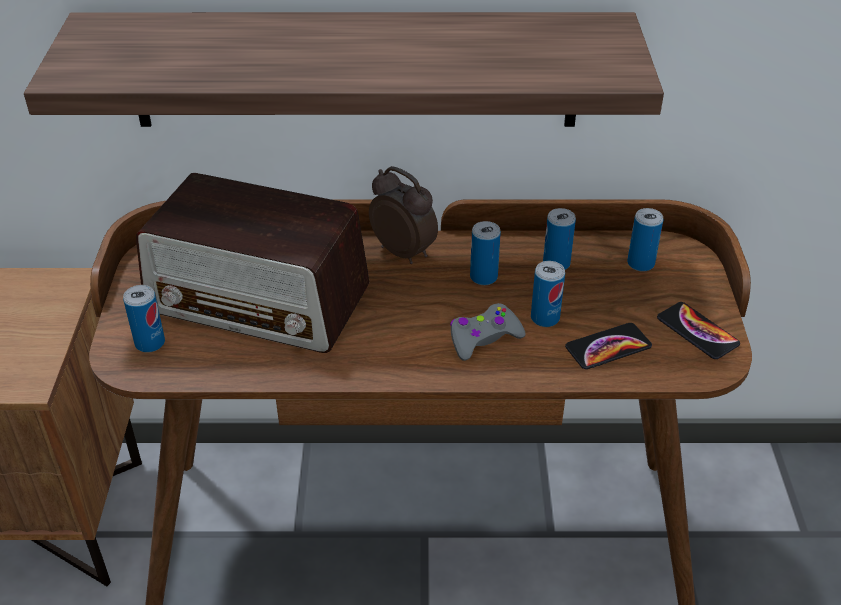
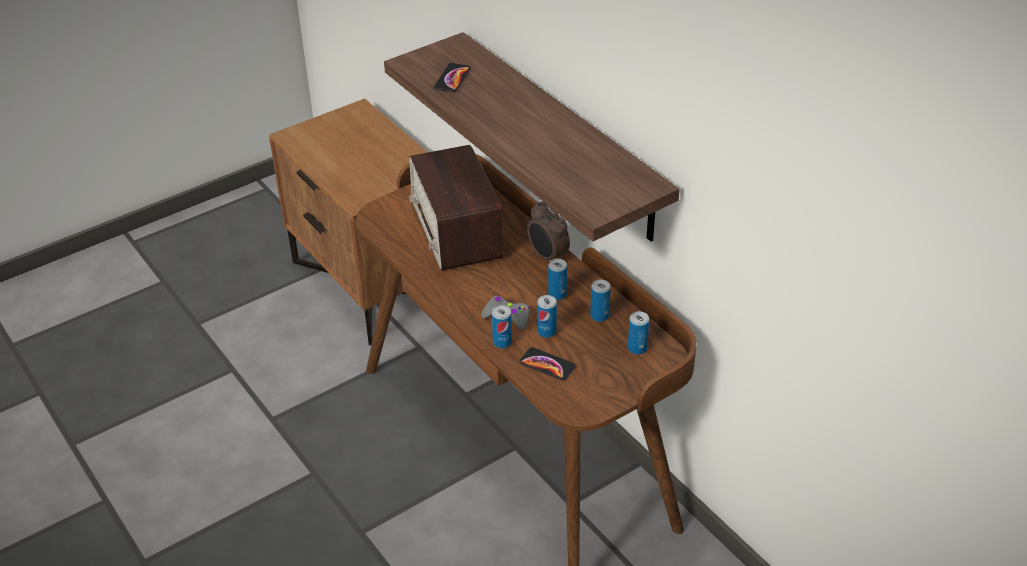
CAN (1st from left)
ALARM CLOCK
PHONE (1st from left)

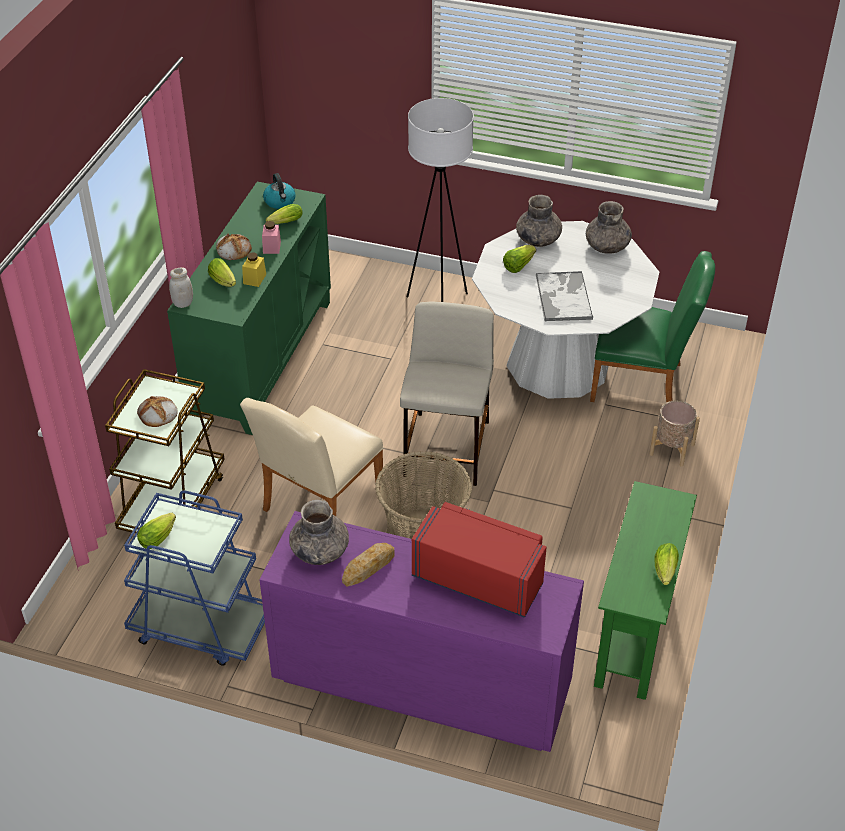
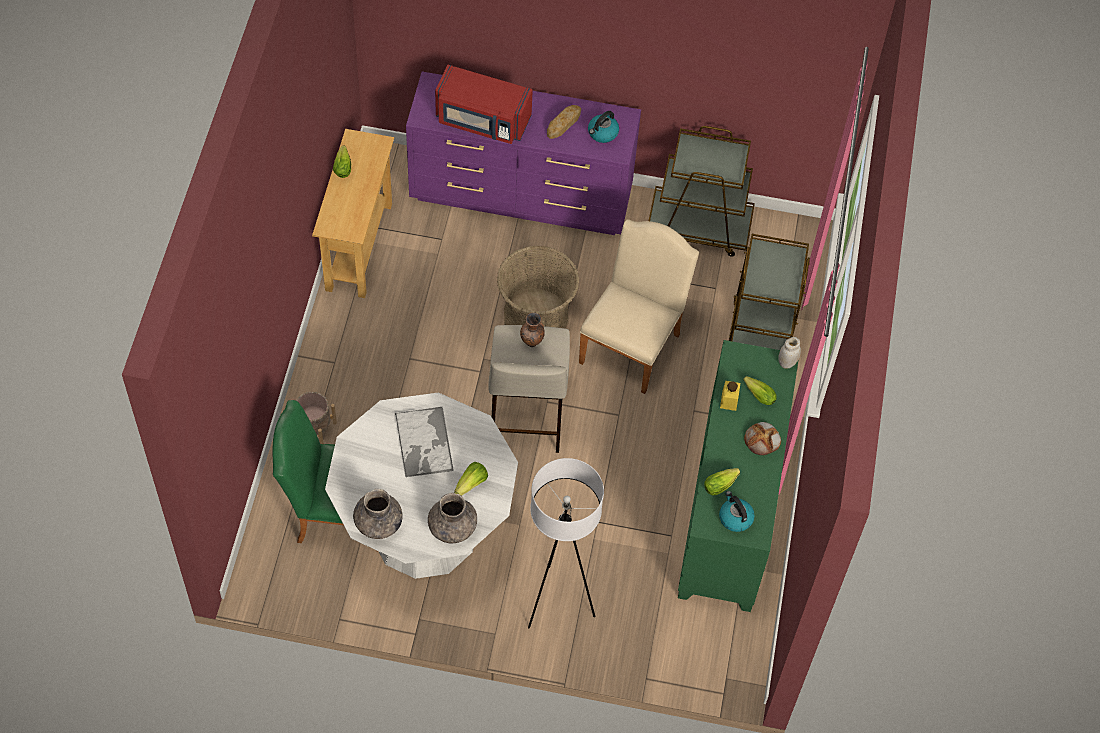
BROWN CART (1st from left)
BREAD (1st from left in the first image)
LETTUCE (1st from left in the first image)
PINK JAR
KETTLE (1st from left)
BEIGE CONSOLE TABLE
BROWN VASE

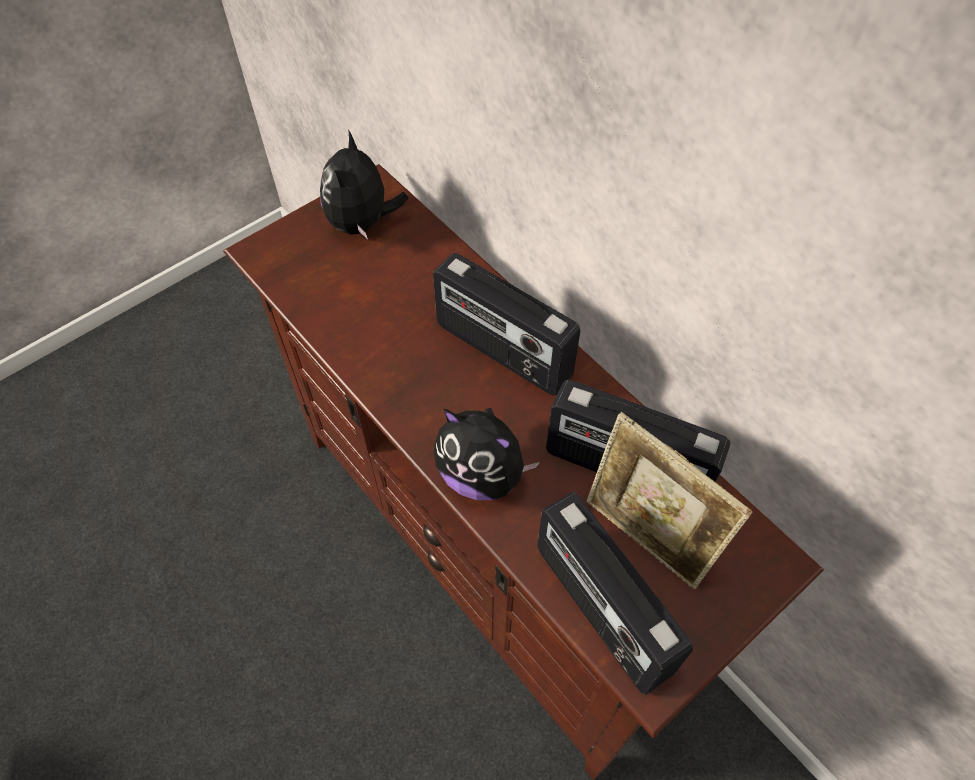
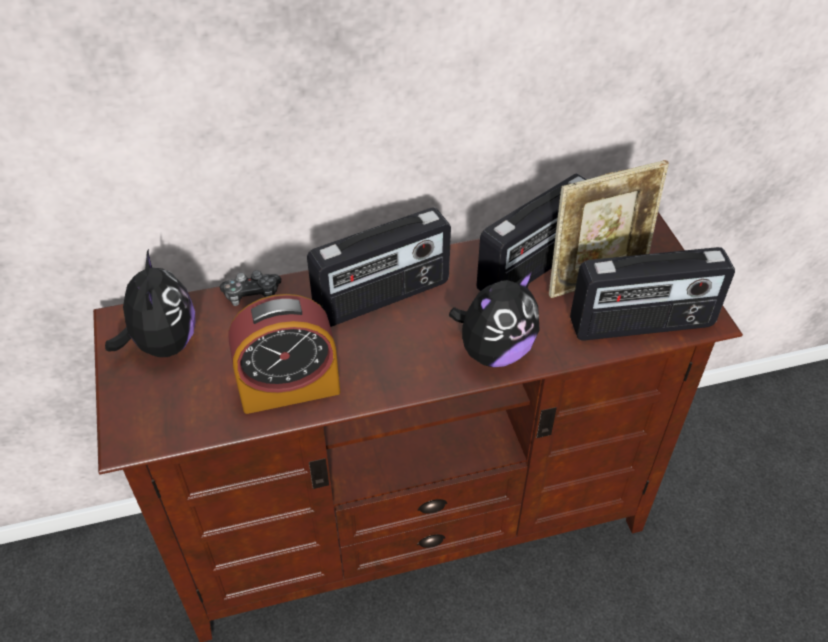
PLUSH TOY (1st from left)
GAME CONTROLLER
ALARM CLOCK

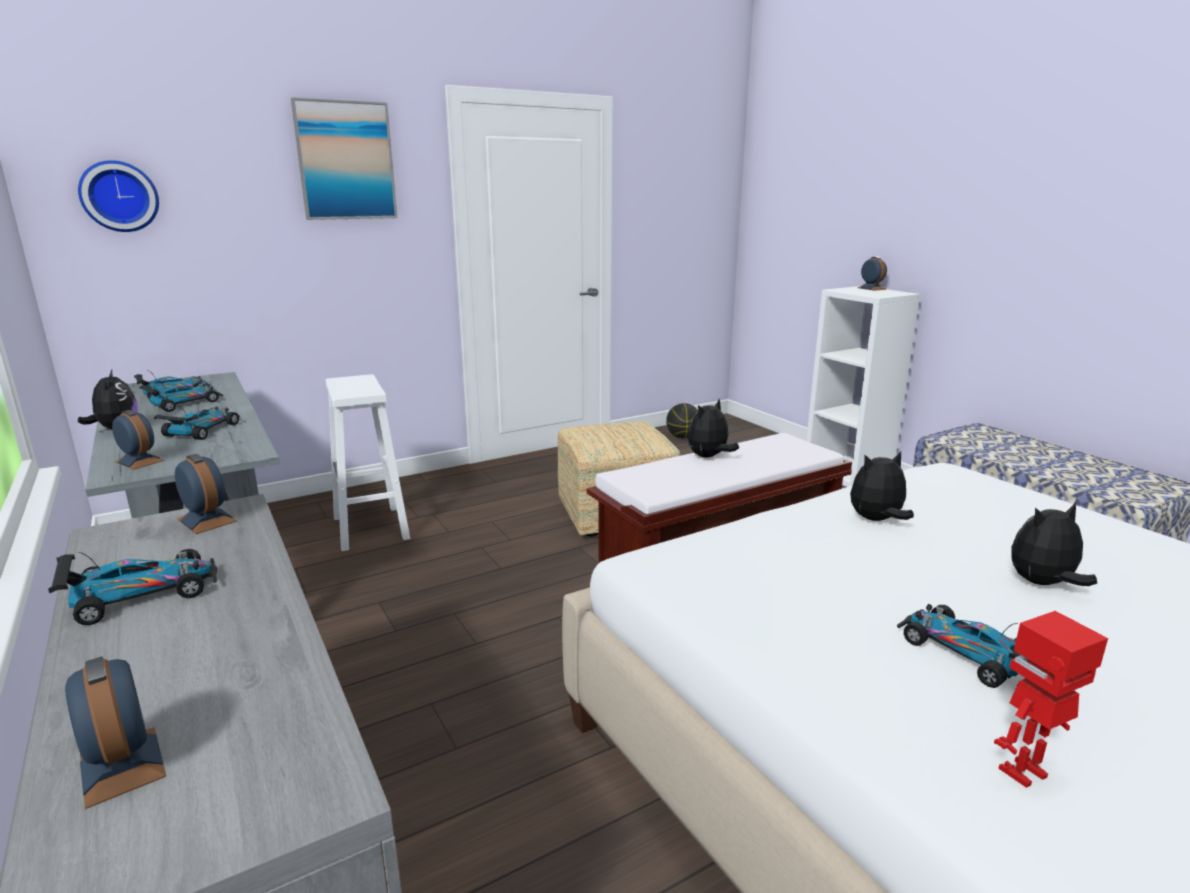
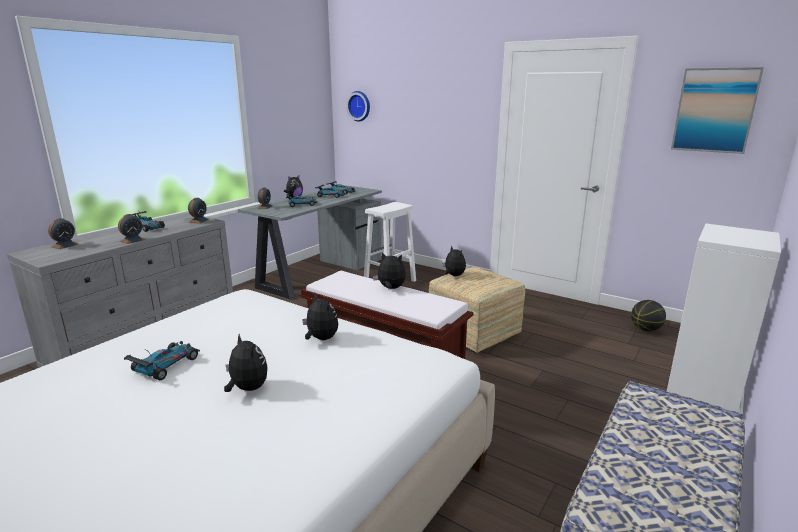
PICTURE
ALARM CLOCK (2nd from left)
TOY ROBOT
PLUSH TOY (5th from left)

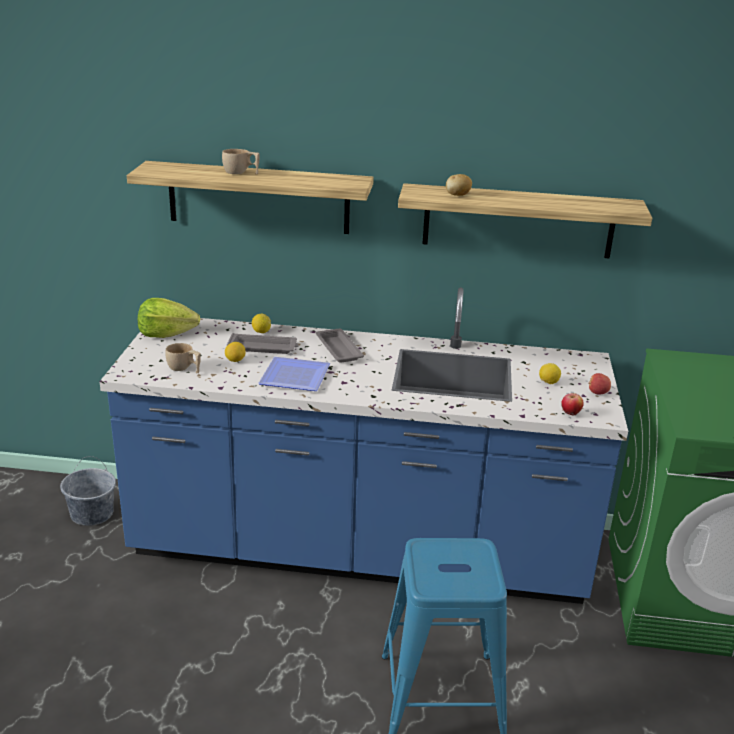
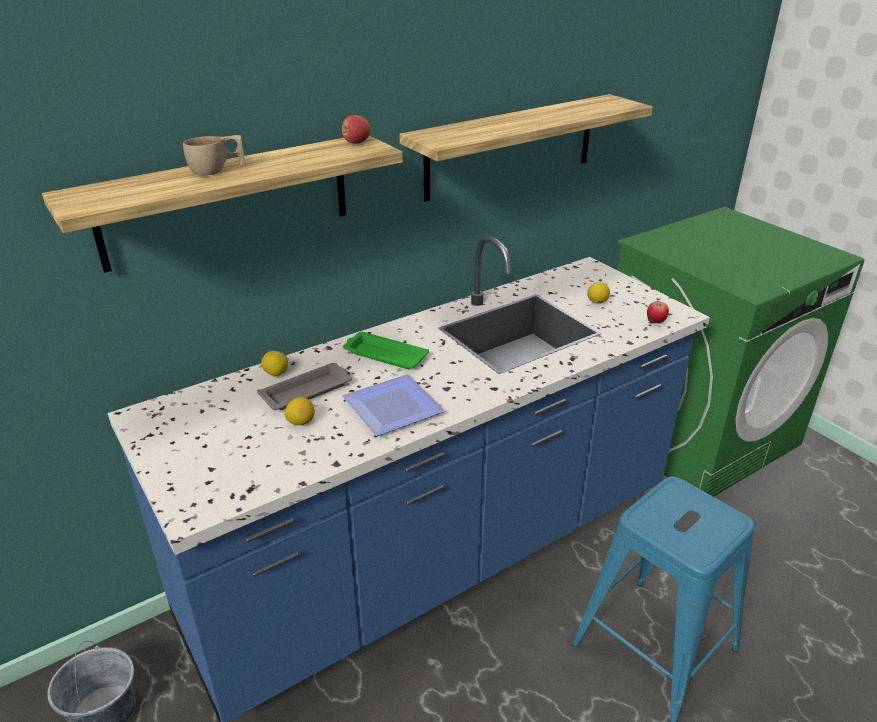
LETTUCE
BEIGE CUP (1st from left in the first image)
GREEN TRAY
POTATO
APPLE (1st from left)

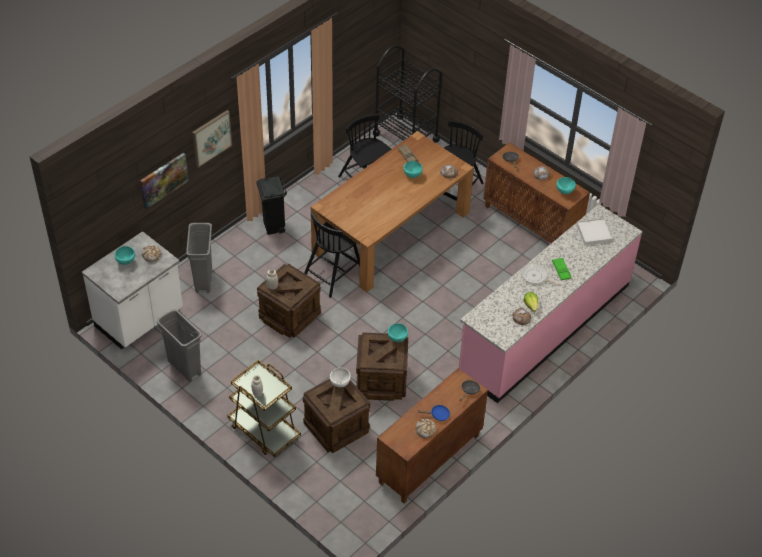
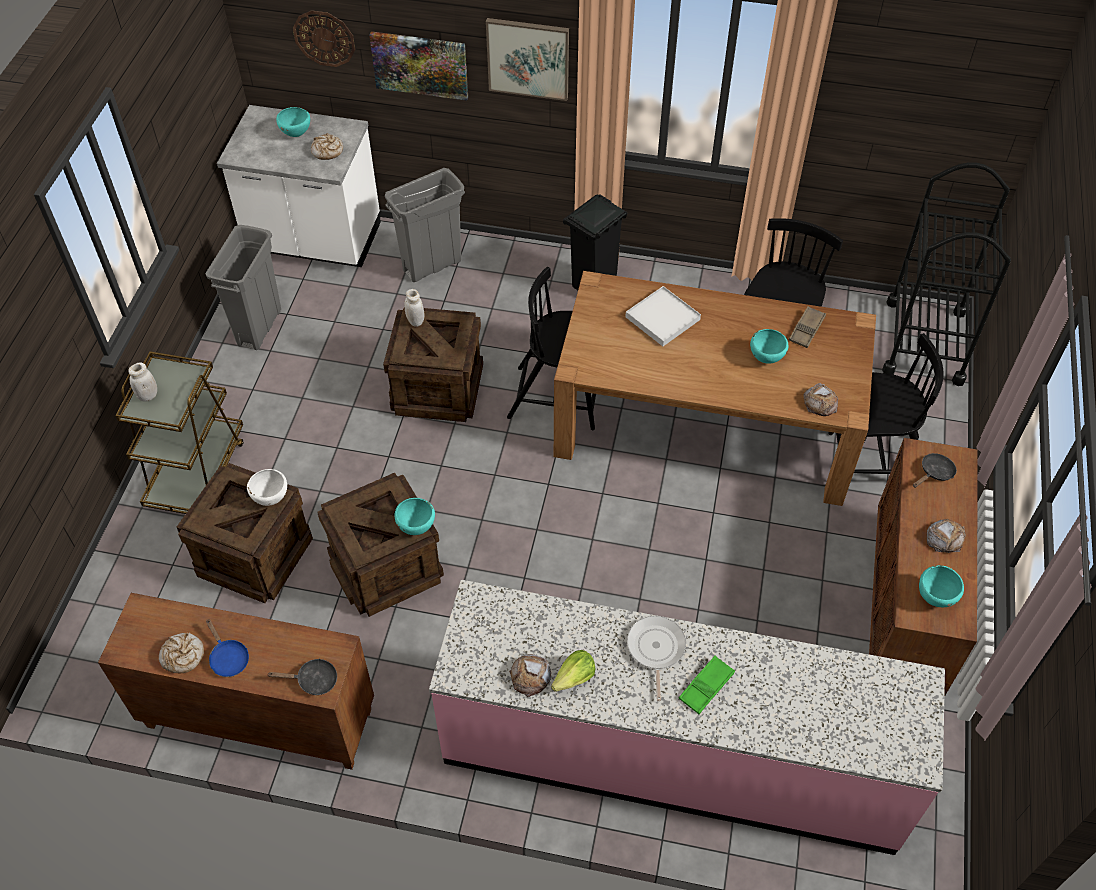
WHITE TRAY
WALL CLOCK

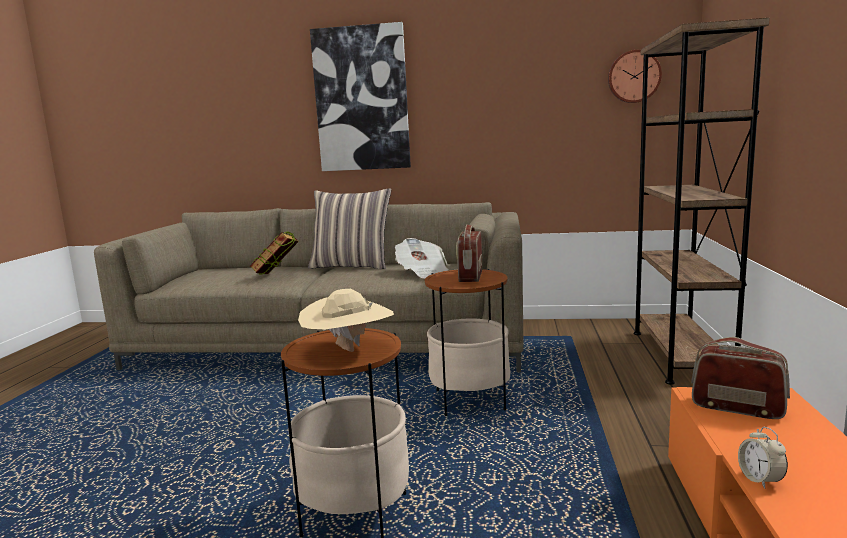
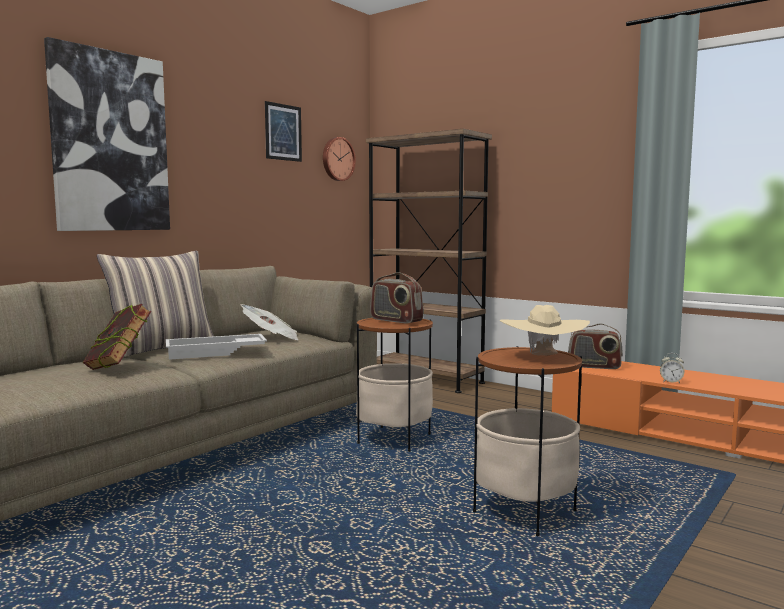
RADIO (2nd from left)
WHITE TRAY
PICTURE (2nd from left)

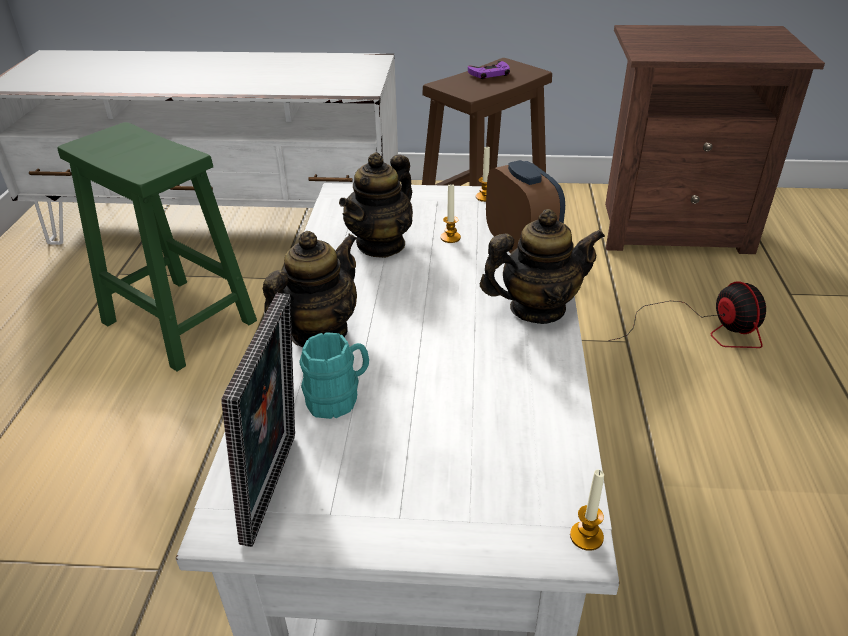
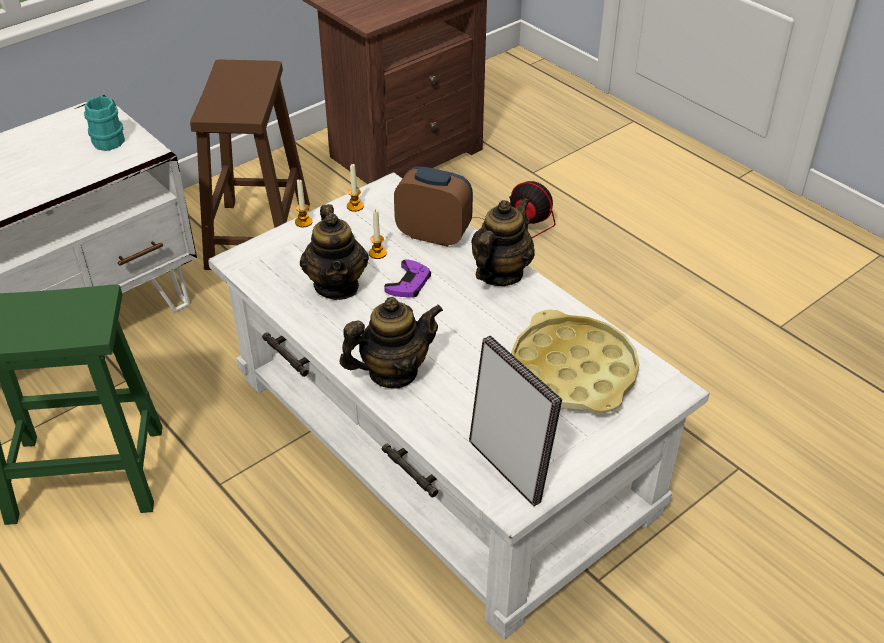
TEAPOT (2nd from left)
TURQUOISE MUG
PURPLE GAME CONTROLLER
CANDLE (1st from left)
YELLOW TRAY

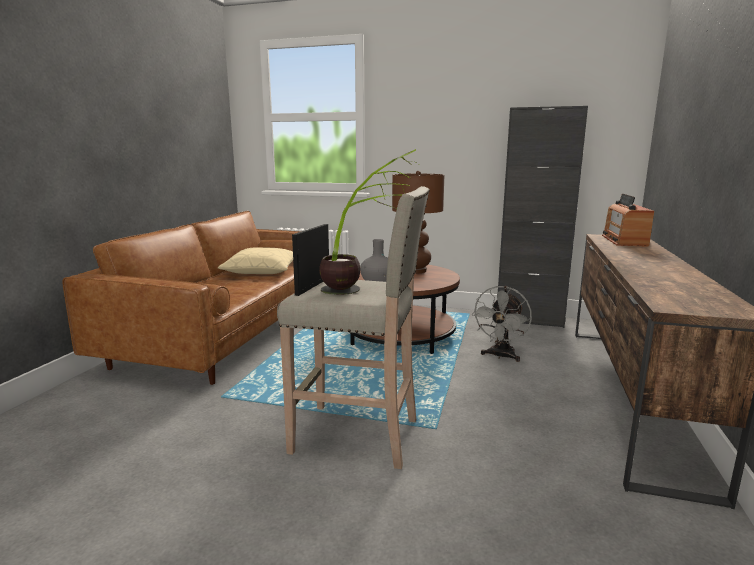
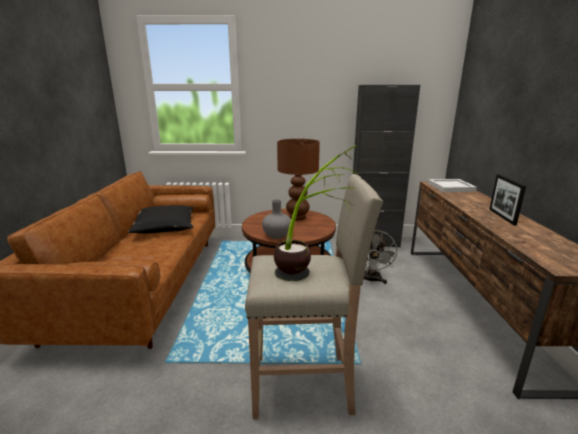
BLACK PILLOW
PICTURE FRAME
WHITE TRAY

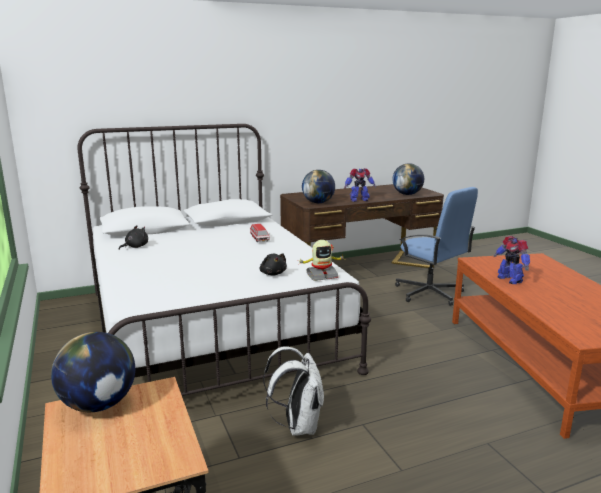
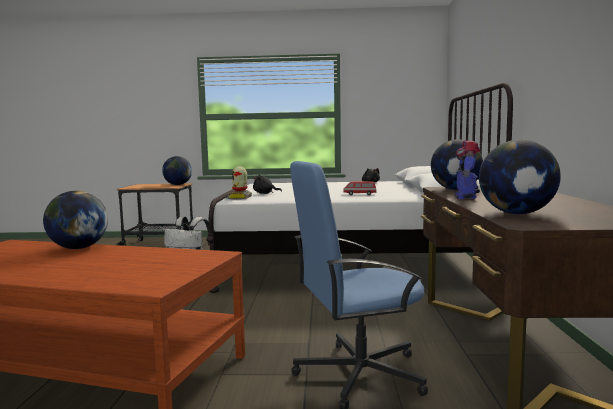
TOY ROBOT (3rd from left in the first image)
GLOBE (1st from left)

